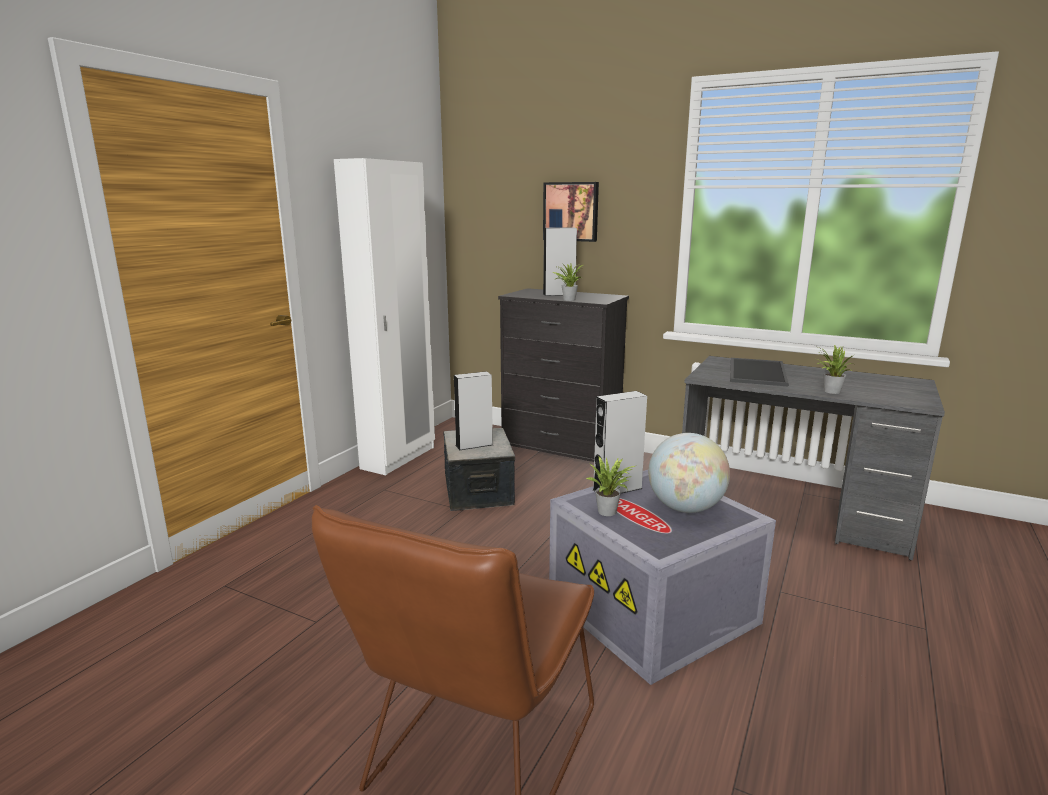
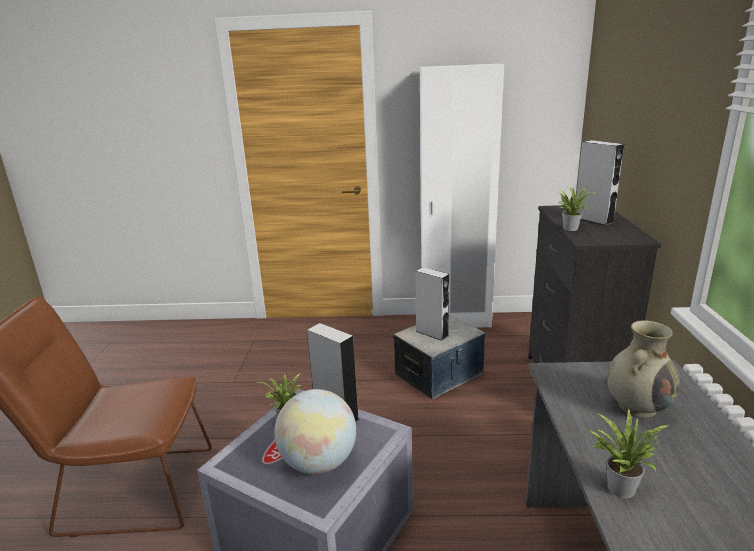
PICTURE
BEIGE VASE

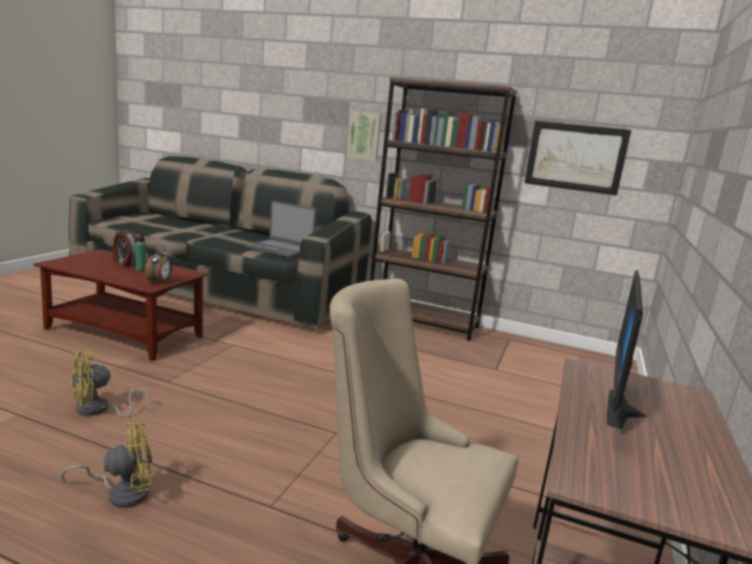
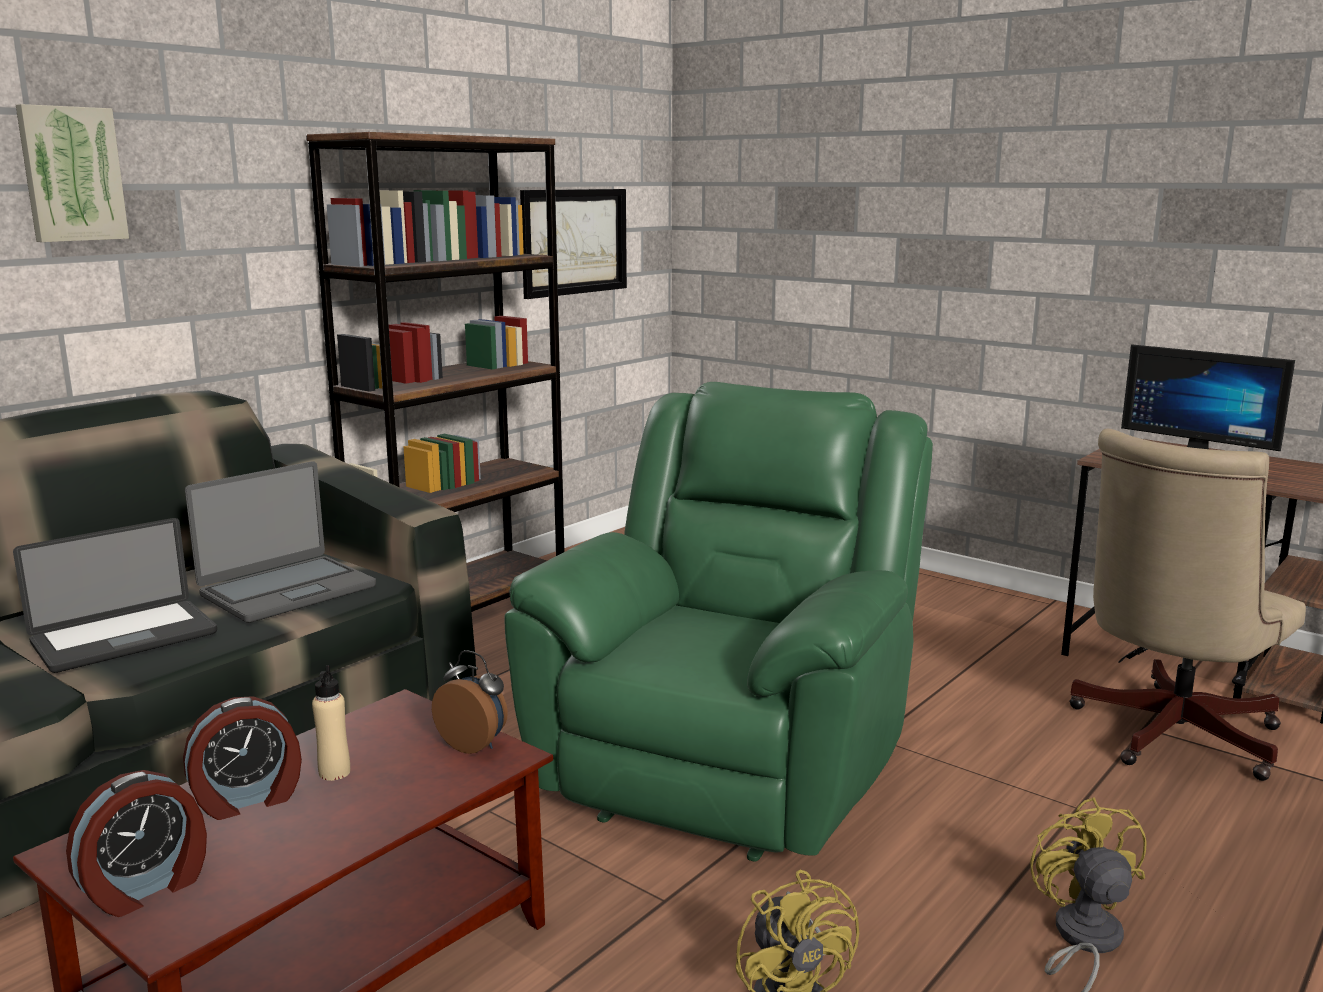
BEIGE BOTTLE
PICTURE (1st from left)
LAPTOP (1st from left)
ALARM CLOCK (1st from left)
GREEN ARMCHAIR

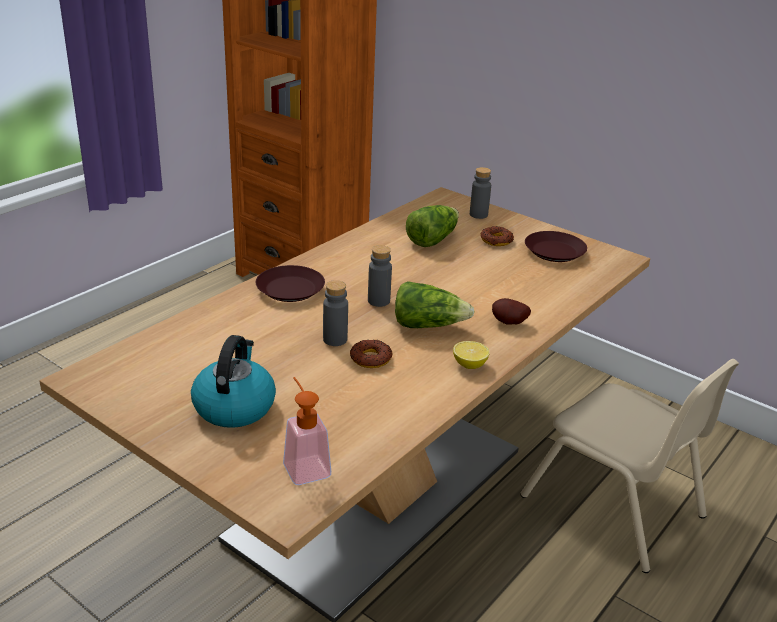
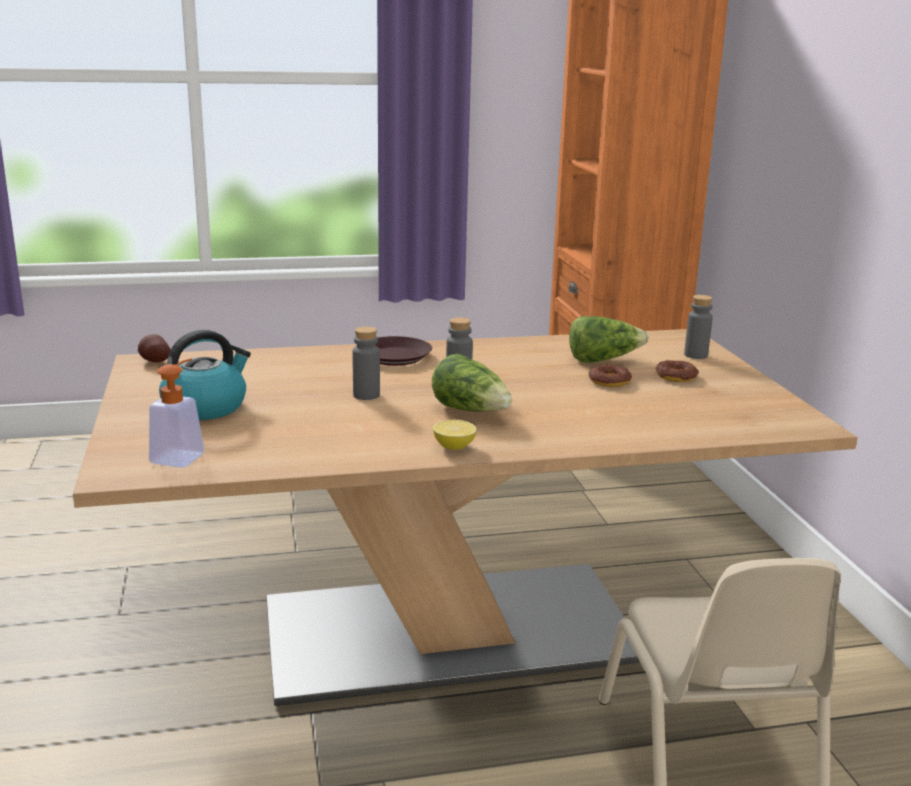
DONUT (1st from left)
POTATO
BROWN PLATE (2nd from left in the first image)

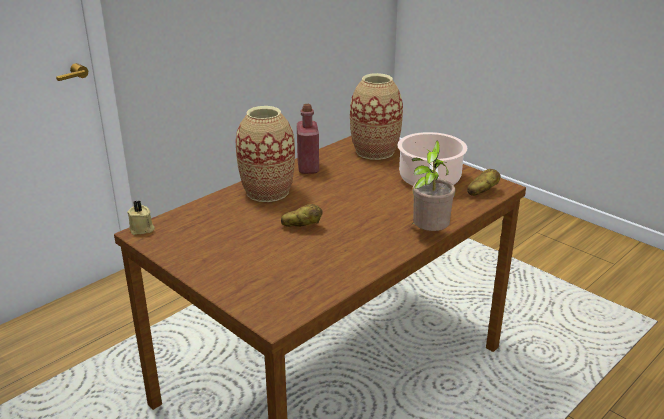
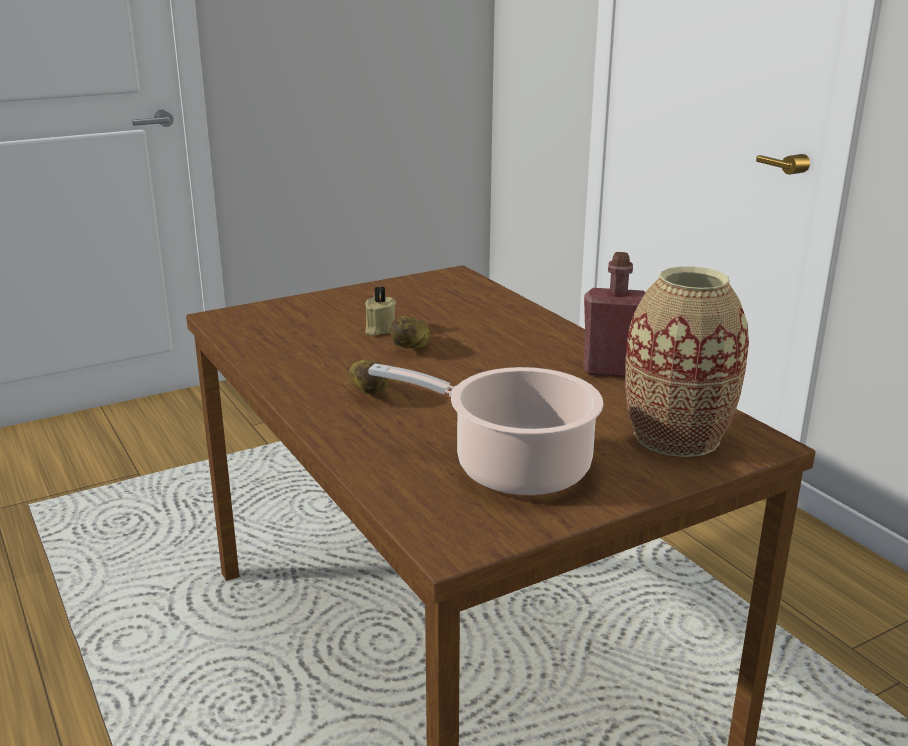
BEIGE CANDLE
VASE (1st from left in the first image)
POTTED PLANT
POTATO (1st from left)

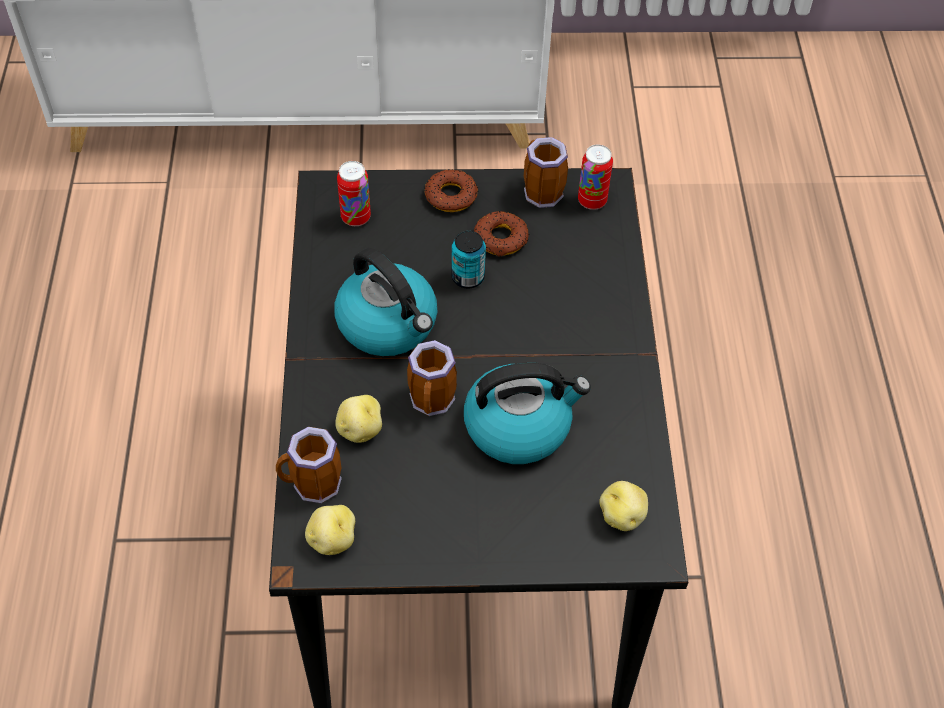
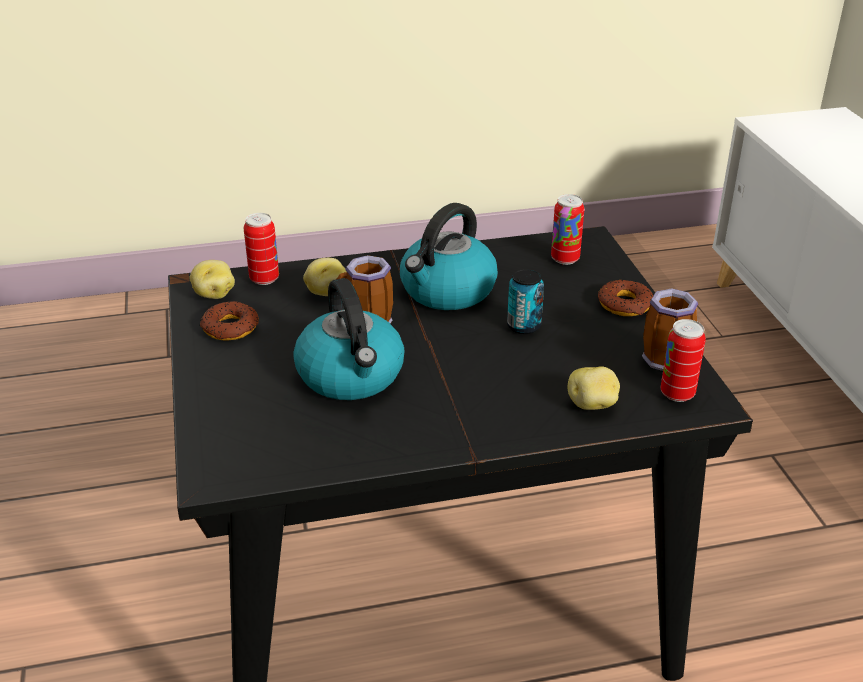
CAN (1st from left)
DONUT (1st from left)
POTATO (3rd from left)

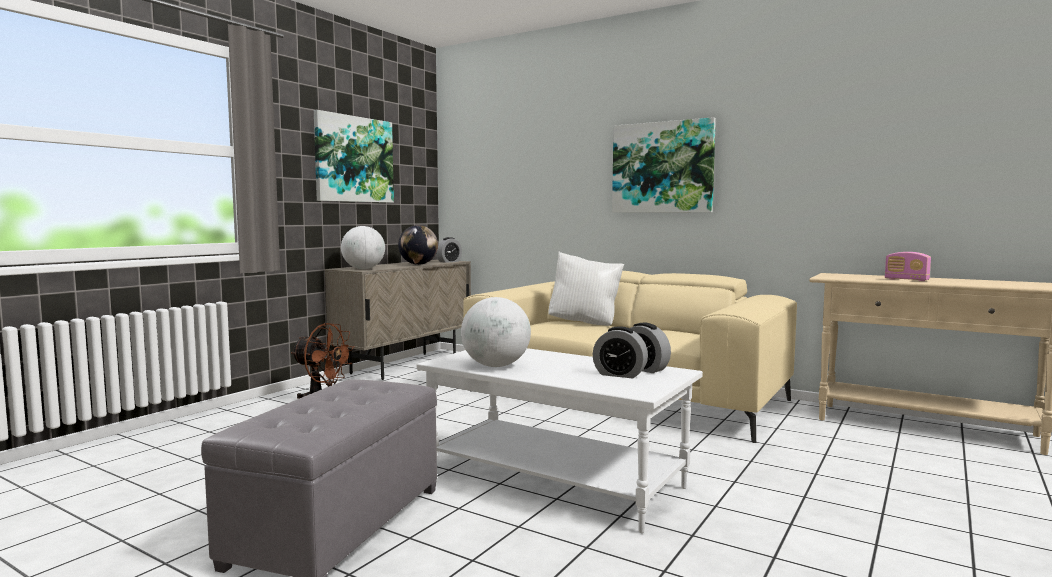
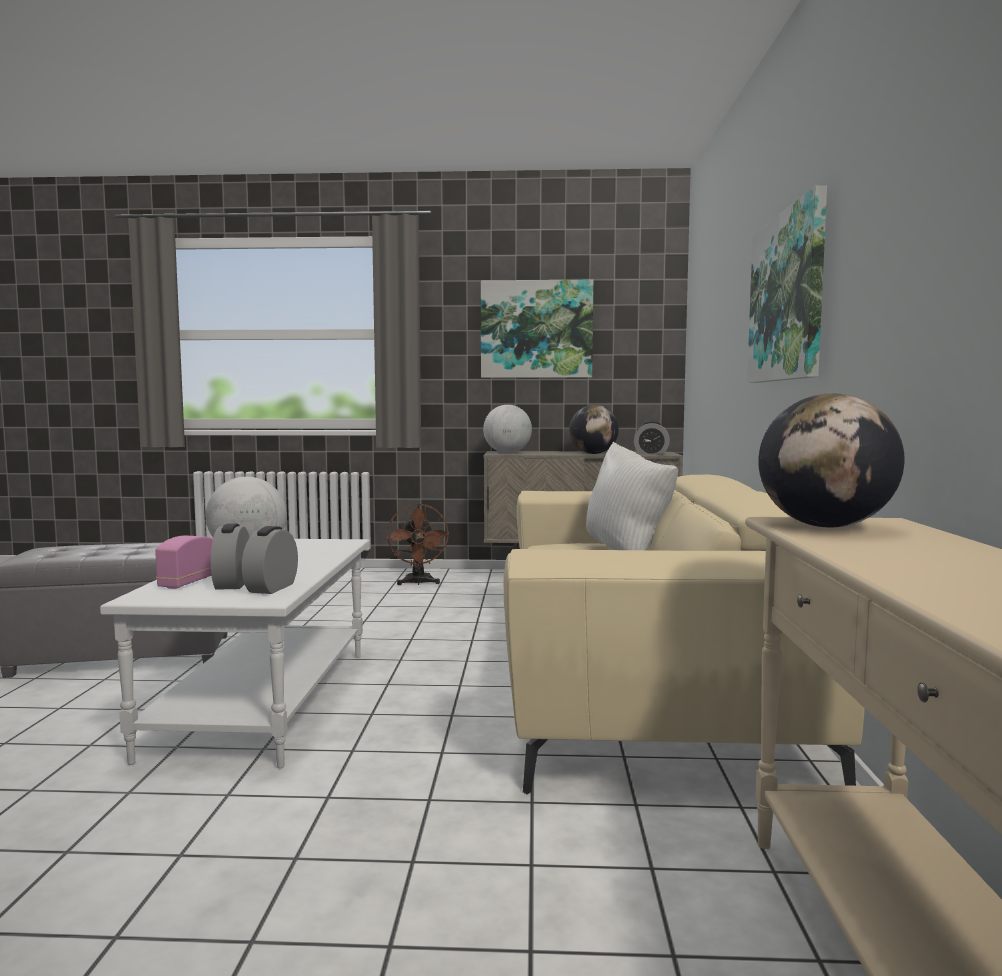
RADIO
GLOBE (4th from left)

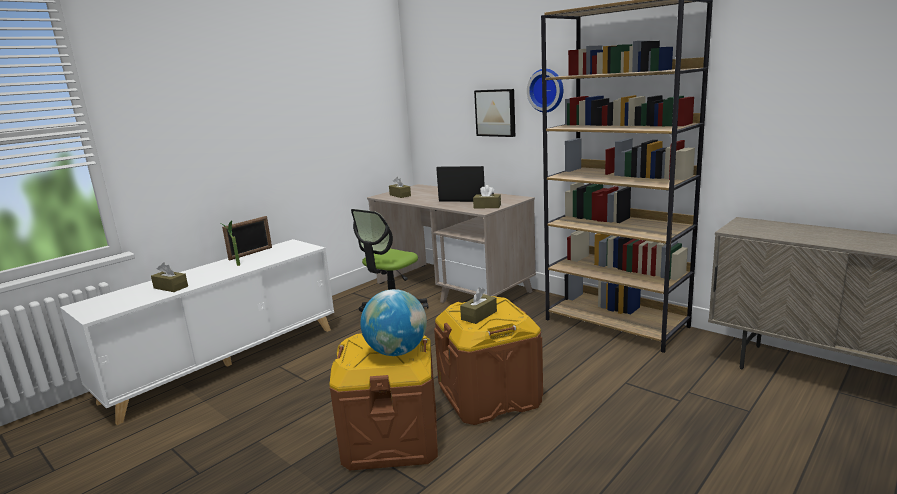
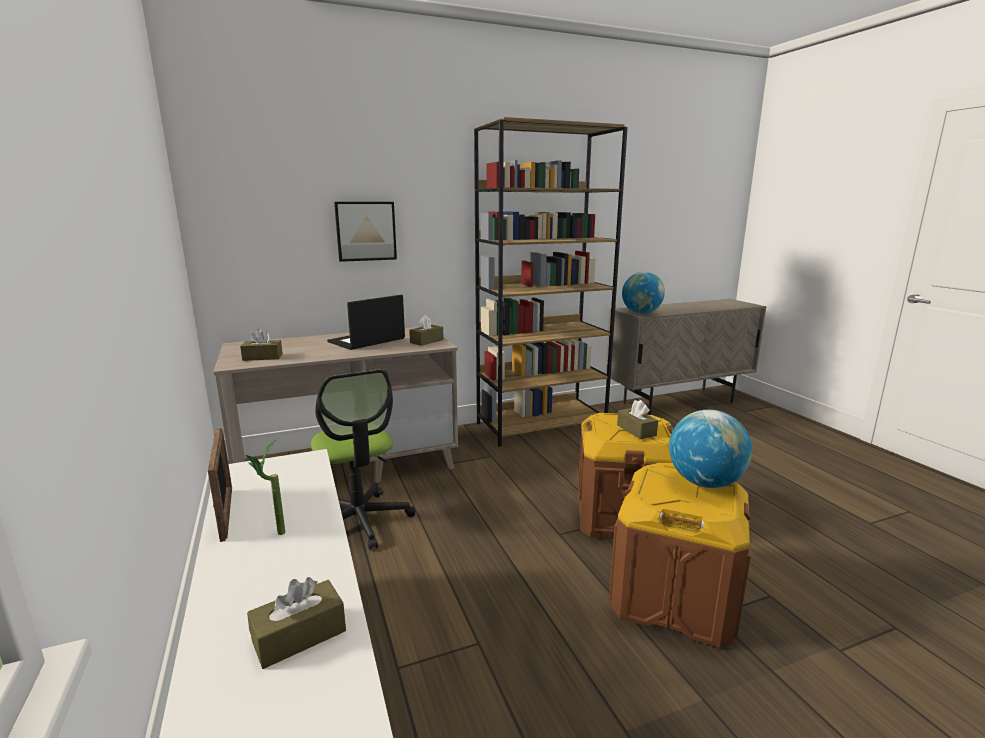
WALL CLOCK
GLOBE (1st from left)

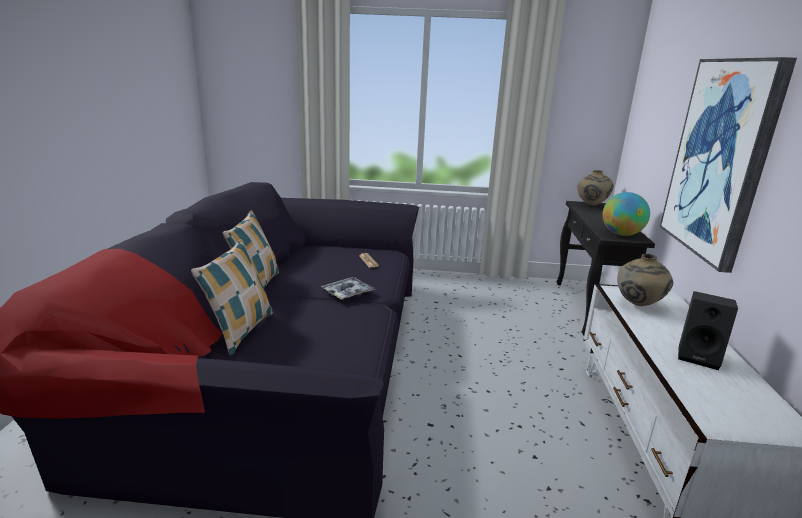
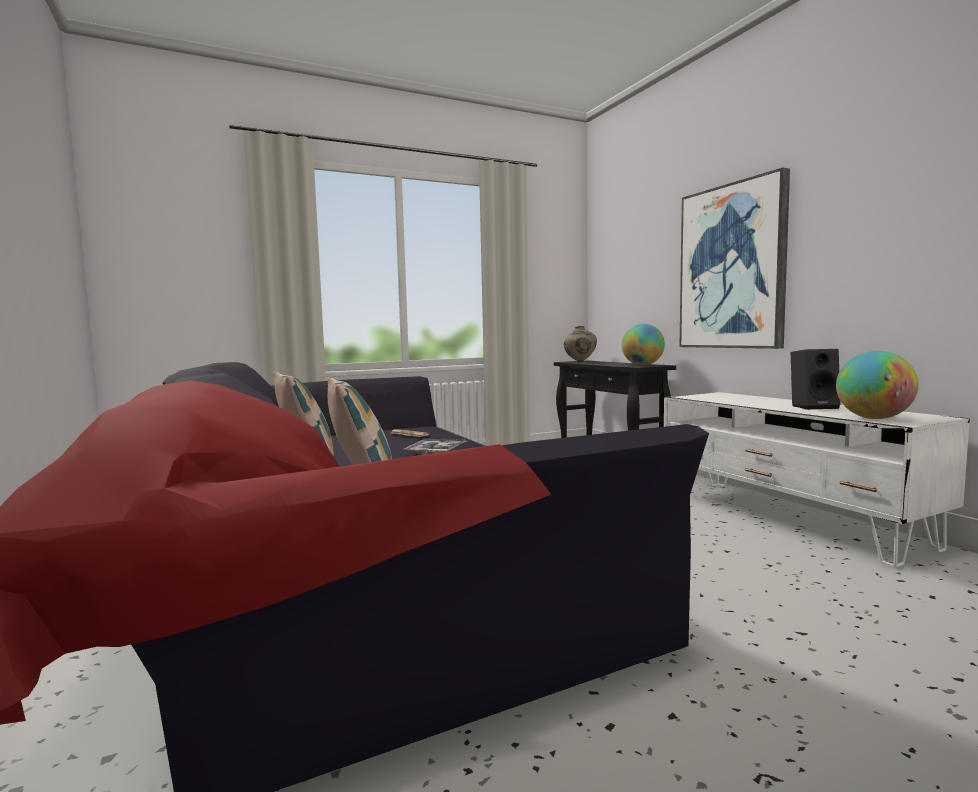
BEIGE VASE (2nd from left in the first image)
GLOBE (2nd from left)

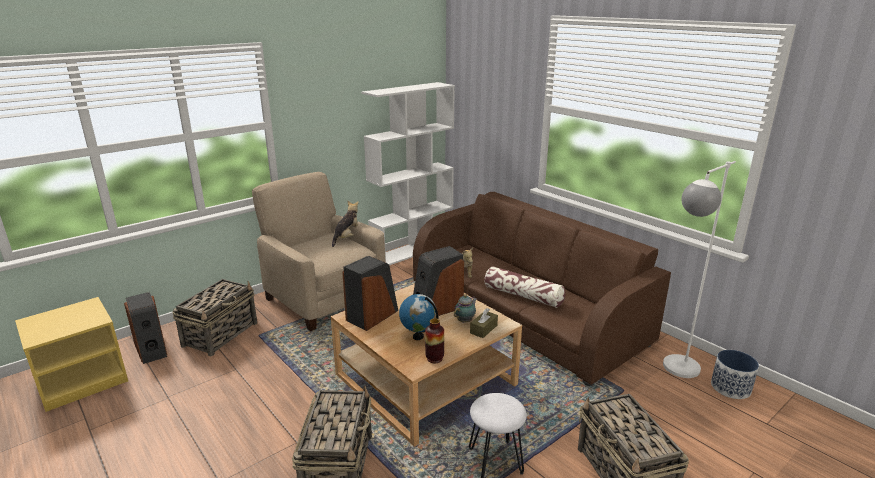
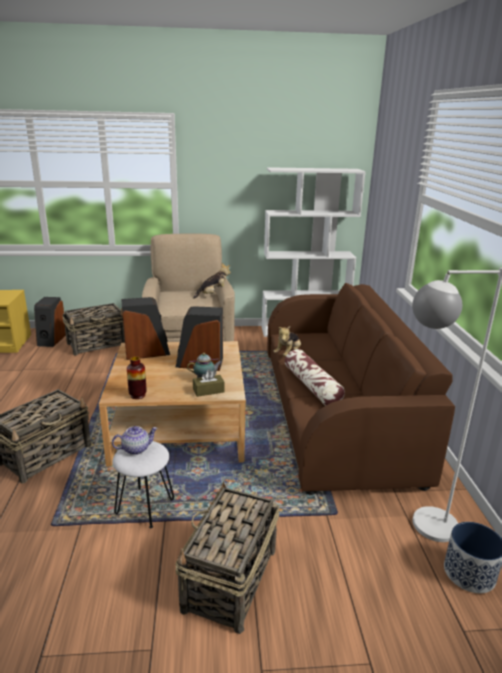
GLOBE
TEAPOT (1st from left)

